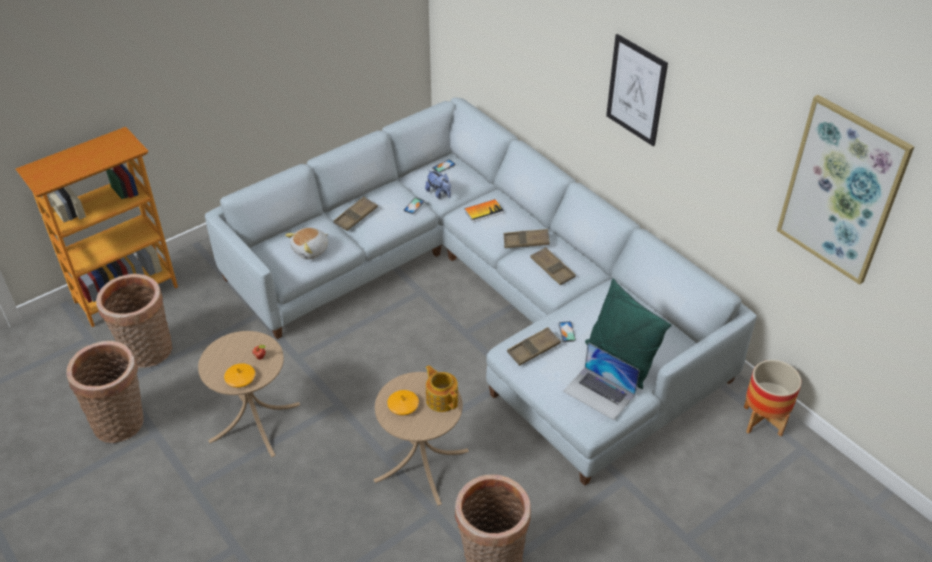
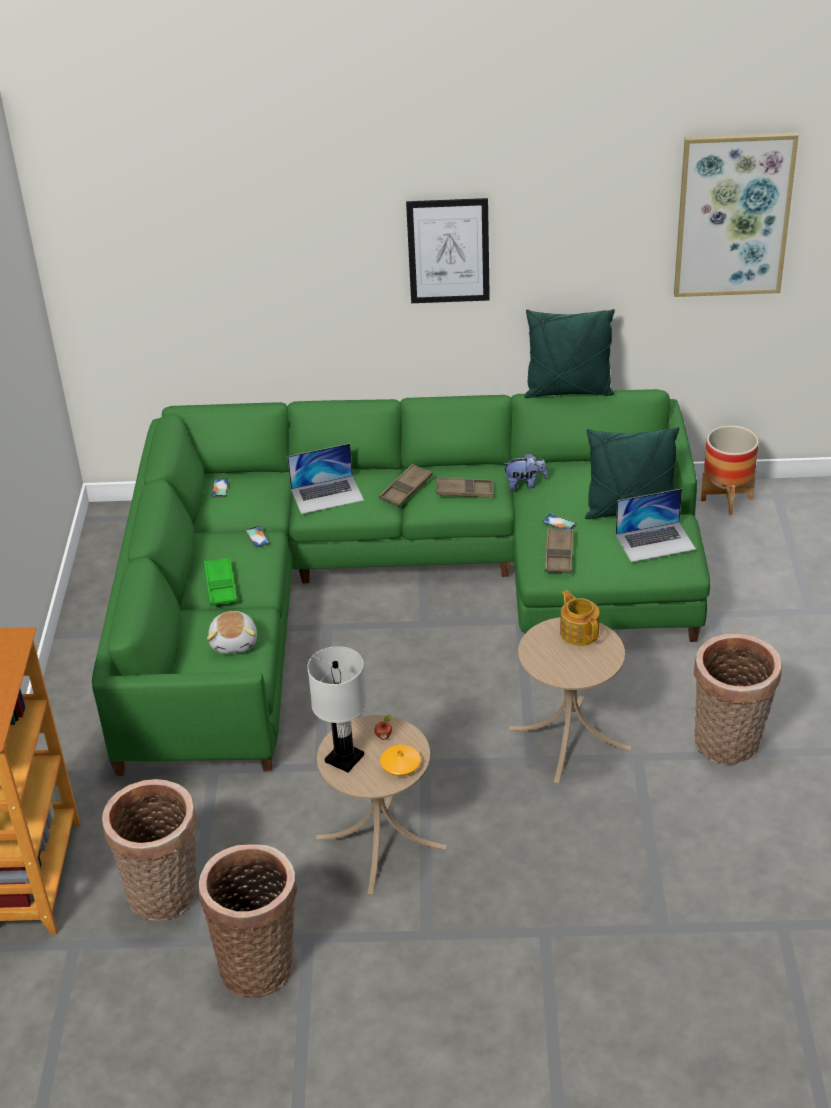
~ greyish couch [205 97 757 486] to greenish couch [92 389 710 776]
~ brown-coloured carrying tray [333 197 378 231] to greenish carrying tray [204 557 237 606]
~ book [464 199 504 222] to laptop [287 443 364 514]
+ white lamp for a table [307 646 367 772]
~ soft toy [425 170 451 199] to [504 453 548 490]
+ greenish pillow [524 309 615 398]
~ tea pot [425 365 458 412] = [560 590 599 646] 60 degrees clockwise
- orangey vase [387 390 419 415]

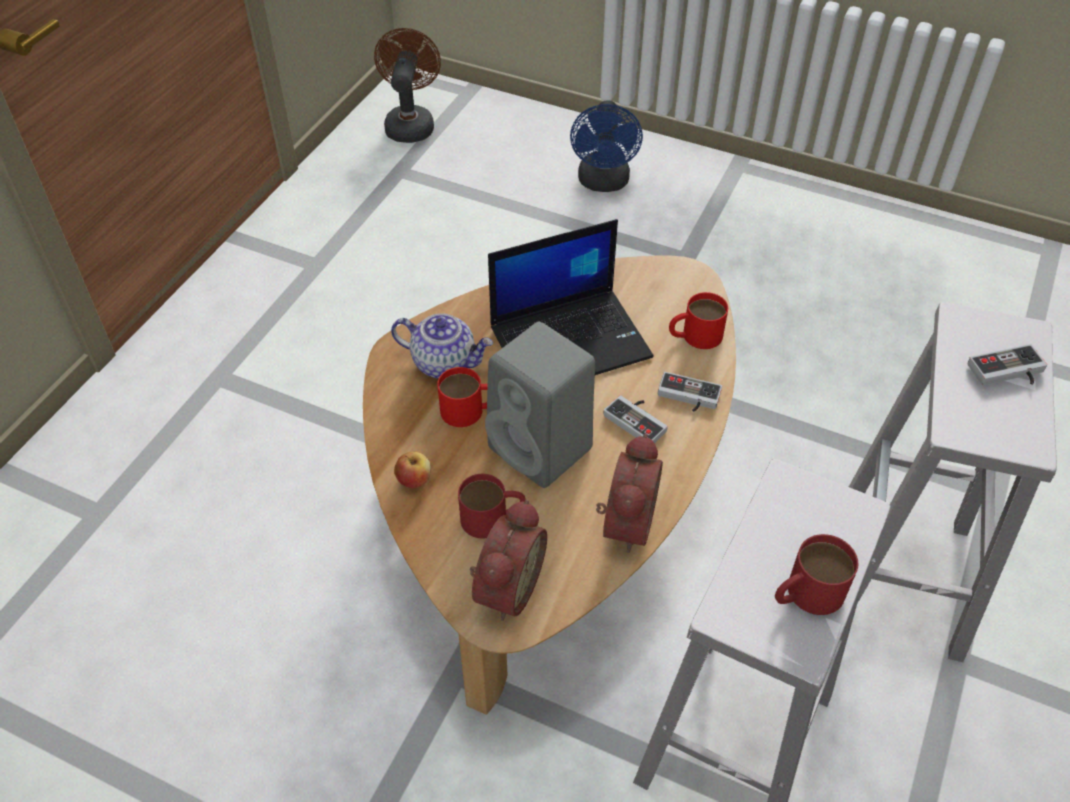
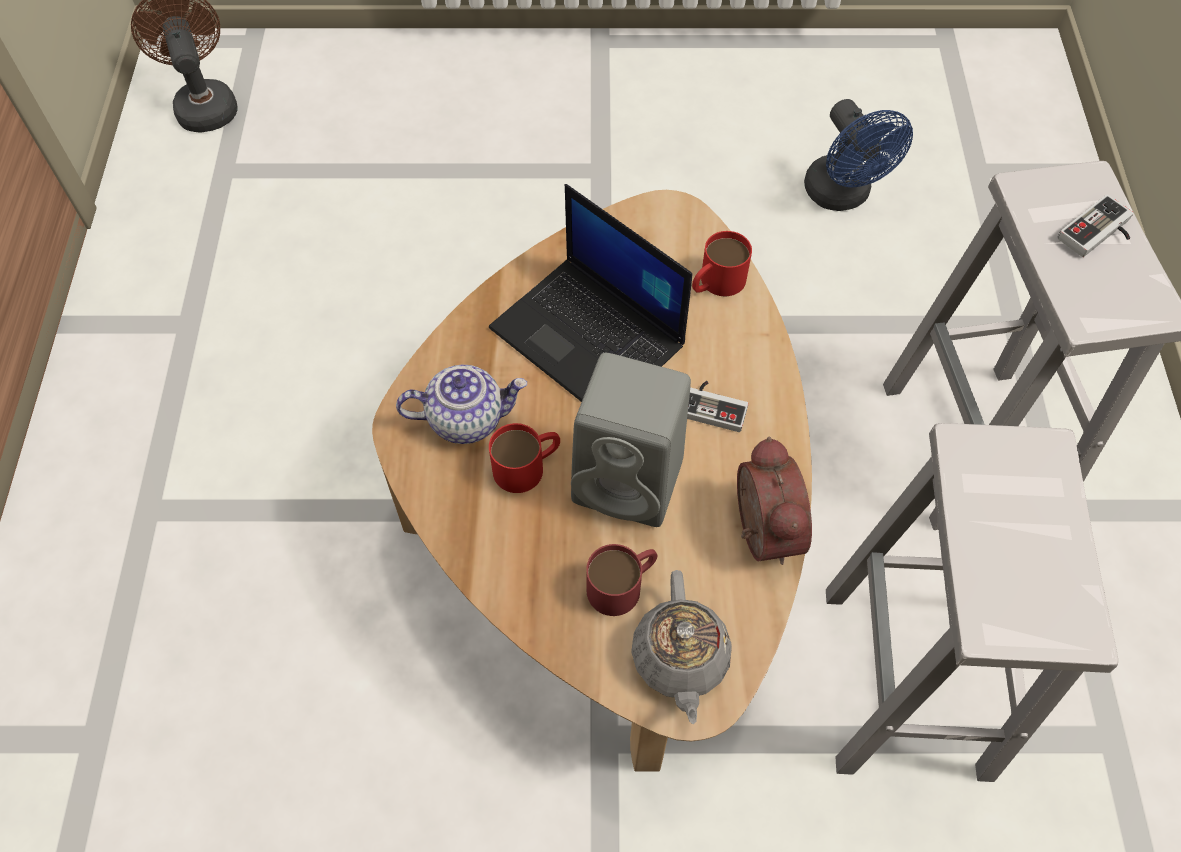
~ laptop [488 219 654 375] = [489 184 692 402] 90 degrees clockwise
~ bedside clock [470 499 547 621] to greyish tea pot [631 570 732 724]
~ bluish cooling fan [570 100 643 192] to [804 99 913 211]
- apple fruit [394 452 431 488]
- gamepad [658 372 722 412]
- reddish coffee mug [775 534 858 615]

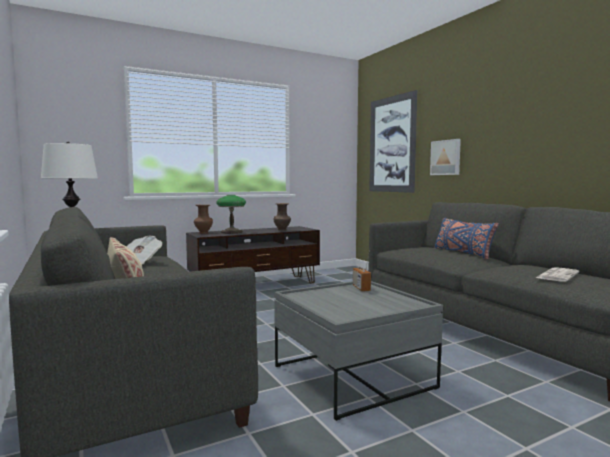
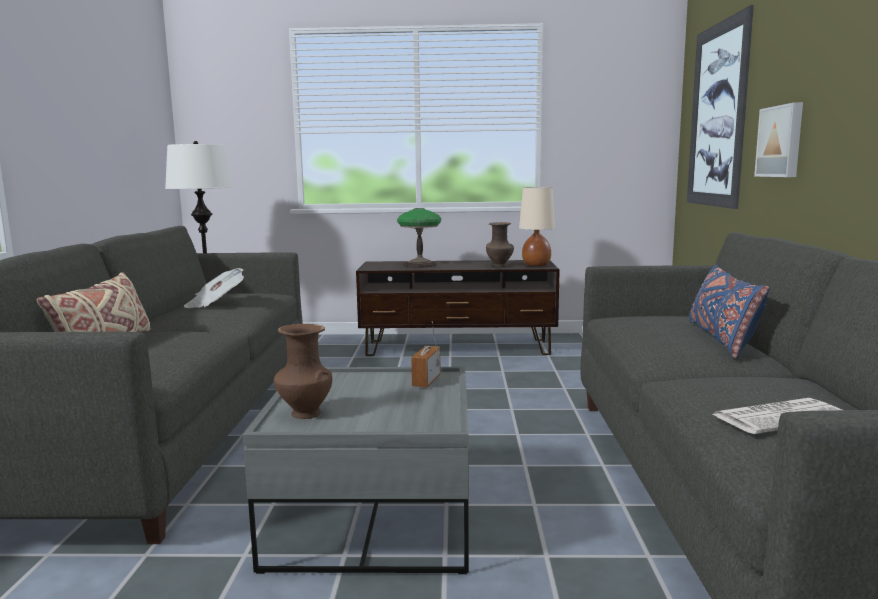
~ brown-coloured vase [194 205 213 234] to [274 324 333 419]
+ beige-coloured lamp for a table [519 187 555 267]

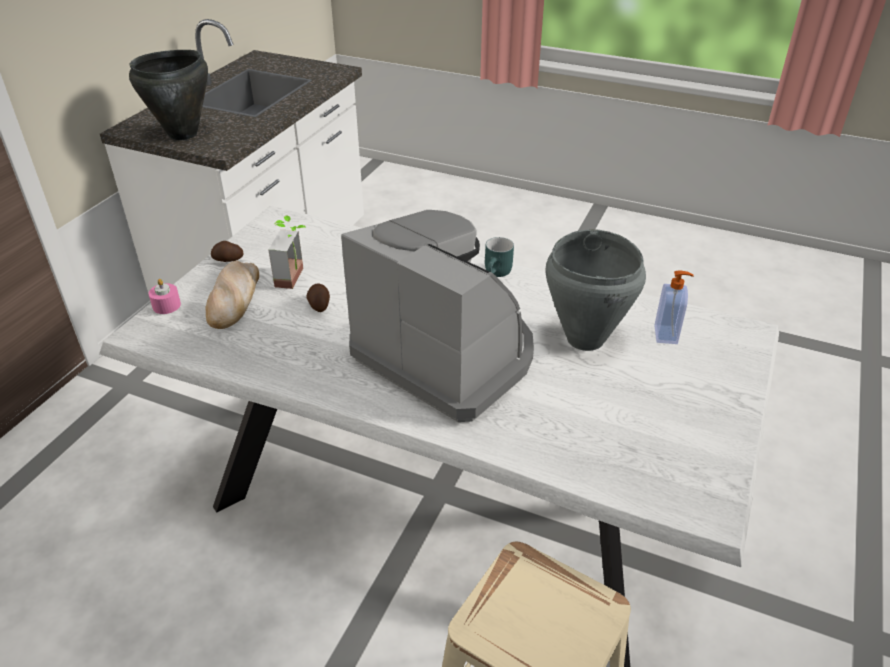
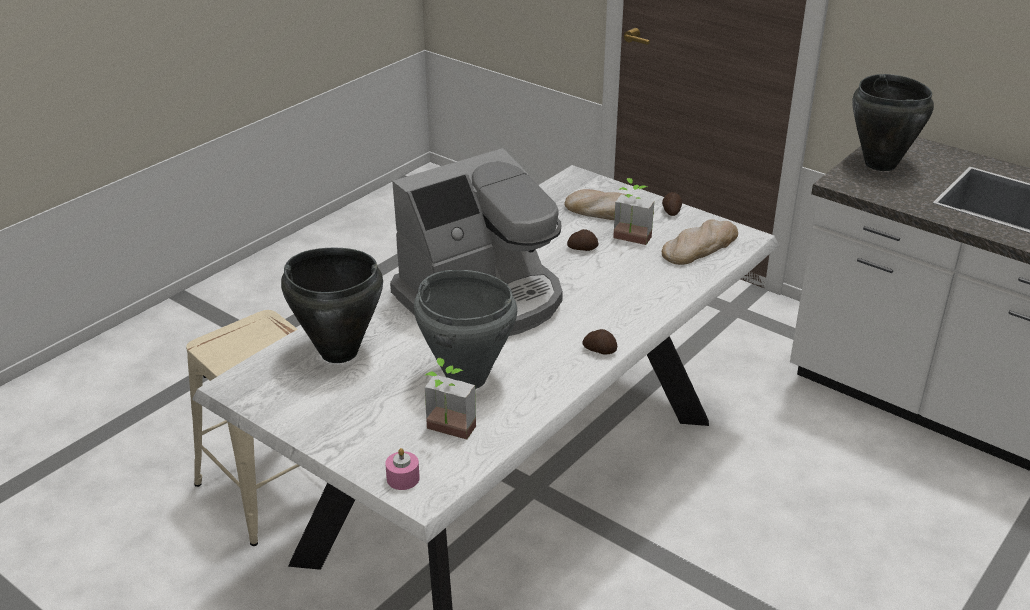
+ black-coloured cooking pot [281 248 383 363]
~ pinkish wax candle [148 279 181 314] to [385 448 420 490]
~ soap dispenser [655 271 694 344] to houseplant [425 358 476 440]
~ turquoise-coloured coffee mug [485 237 514 277] to potato [582 329 618 355]
+ bread [662 219 738 265]

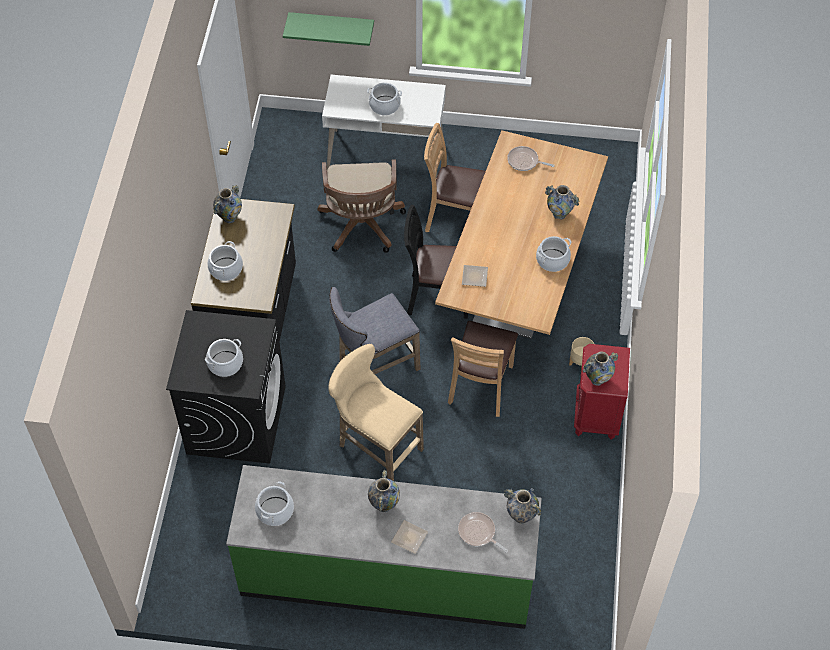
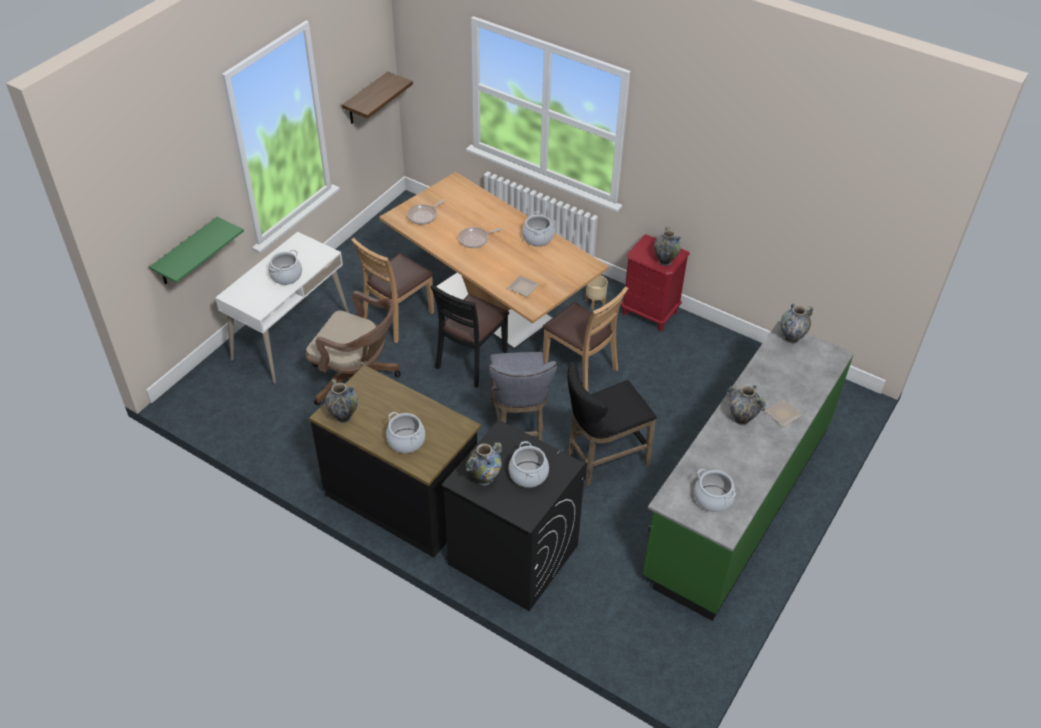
+ shelf [342 72 413 124]
~ frying pan [458 512 508 552] to [458 227 503 248]
~ vase [545 185 580 219] to [466 442 502 485]
~ beige-coloured stool seat [328 344 424 481] to black-coloured stool seat [567 362 657 486]

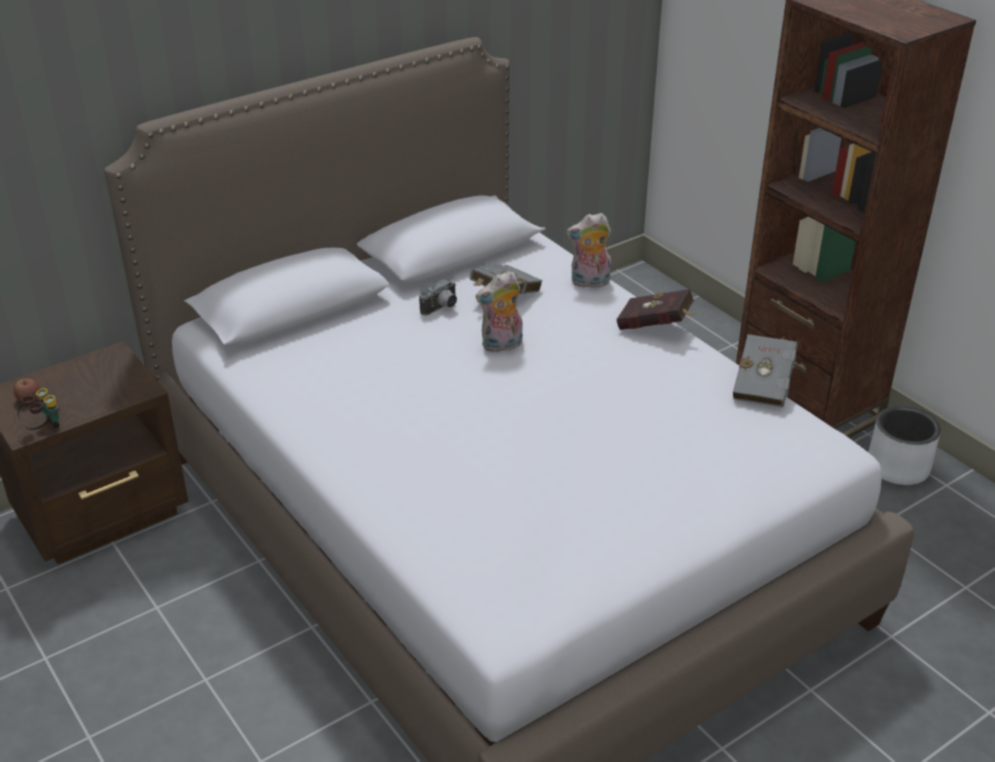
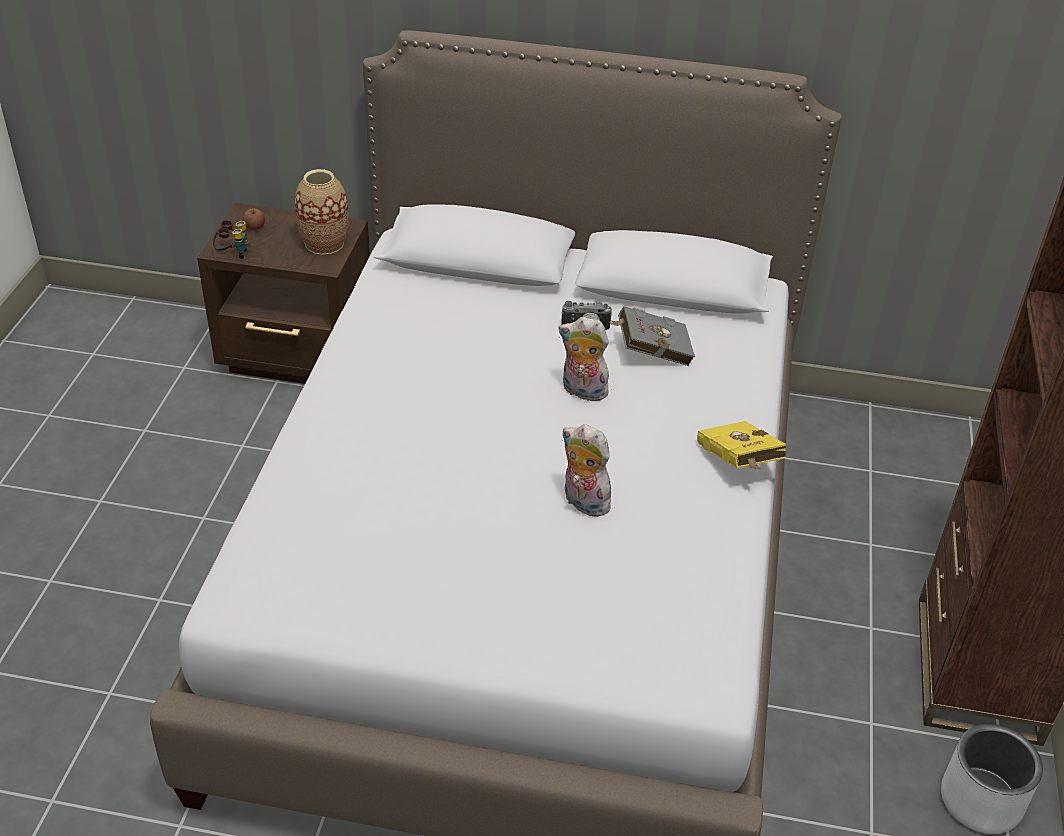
+ vase [295 169 349 255]
~ soft toy [566 213 611 288] to [562 424 617 517]
~ reddish book [616 289 696 330] to yellow-coloured book [697 421 786 470]
- greyish book [733 334 798 407]

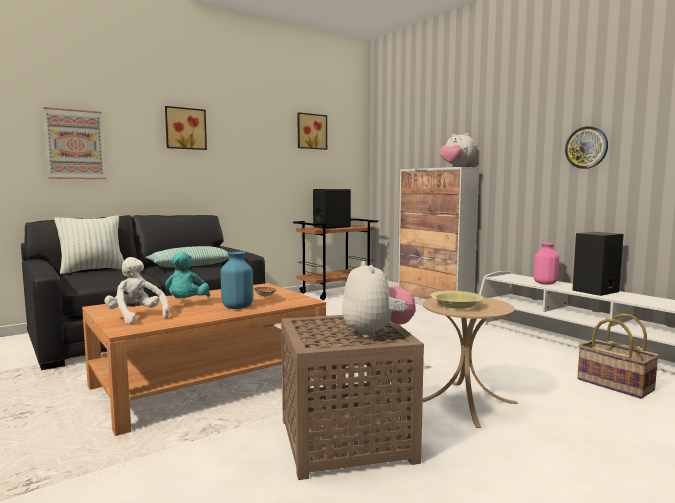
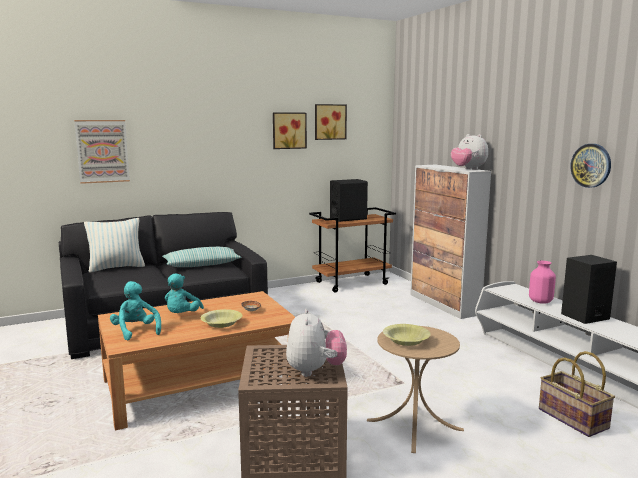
~ white soft toy [104 257 169 324] to turquoise-coloured soft toy [110 281 161 340]
~ bluish vase [221 252 253 309] to yellow-coloured deep dish [201 309 242 328]
~ picture [165 106 207 150] to [273 112 307 149]

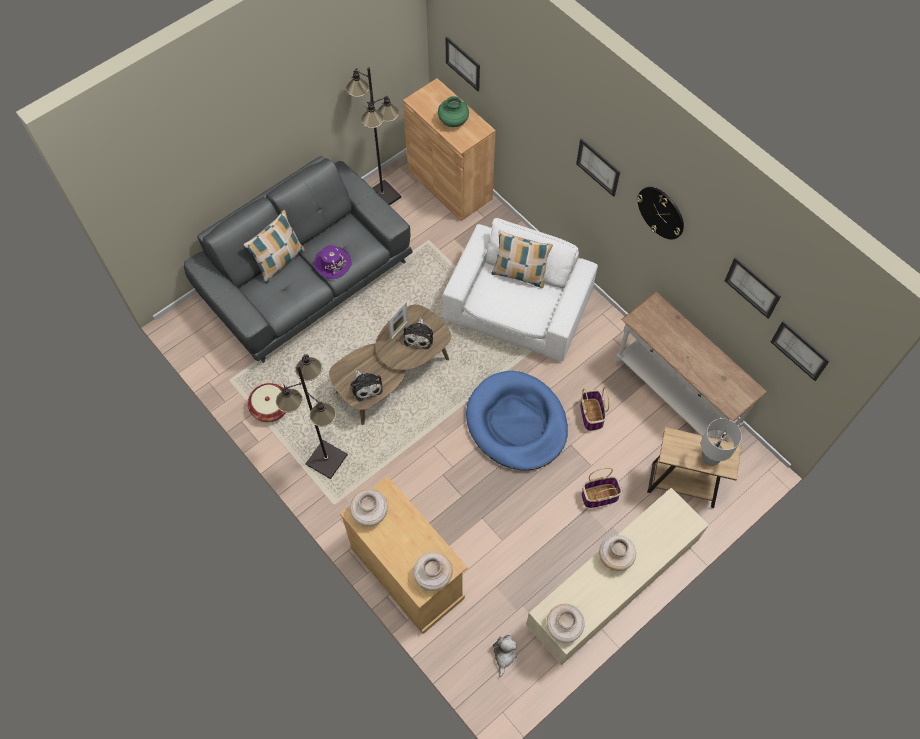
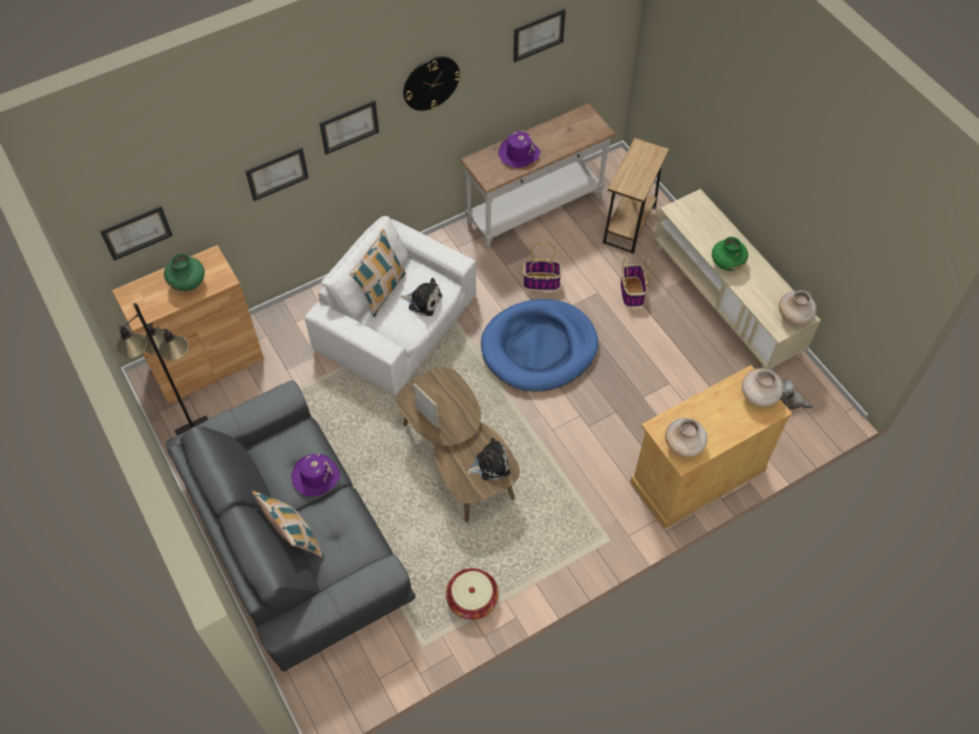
~ picture [771 321 830 381] to [245 147 309 201]
~ soft toy [403 317 433 349] to [400 278 442 316]
+ purple clothing hat [498 131 540 168]
~ beige-coloured vase [599 535 636 571] to greenish vase [712 237 748 271]
- black-coloured standard lamp [276 354 348 479]
- greyish lamp for a table [701 418 742 466]

